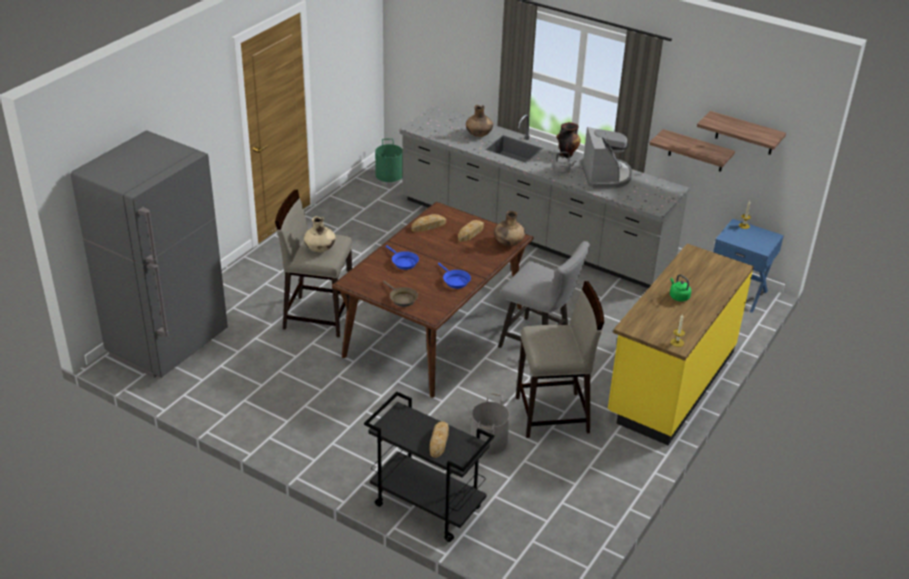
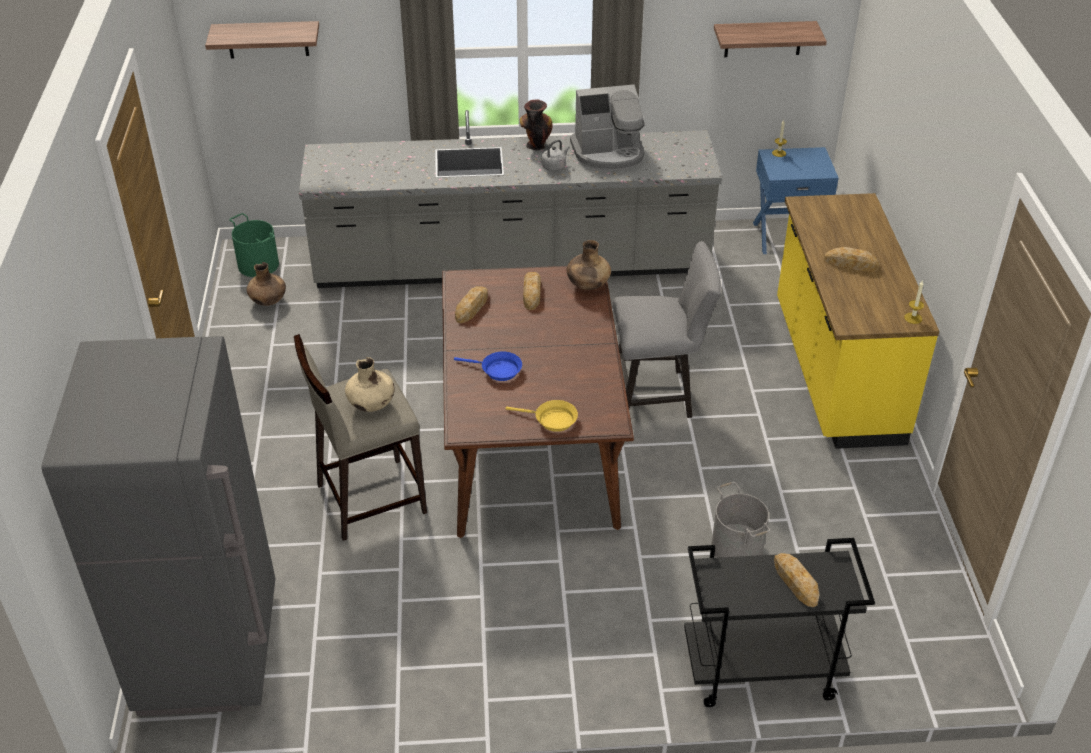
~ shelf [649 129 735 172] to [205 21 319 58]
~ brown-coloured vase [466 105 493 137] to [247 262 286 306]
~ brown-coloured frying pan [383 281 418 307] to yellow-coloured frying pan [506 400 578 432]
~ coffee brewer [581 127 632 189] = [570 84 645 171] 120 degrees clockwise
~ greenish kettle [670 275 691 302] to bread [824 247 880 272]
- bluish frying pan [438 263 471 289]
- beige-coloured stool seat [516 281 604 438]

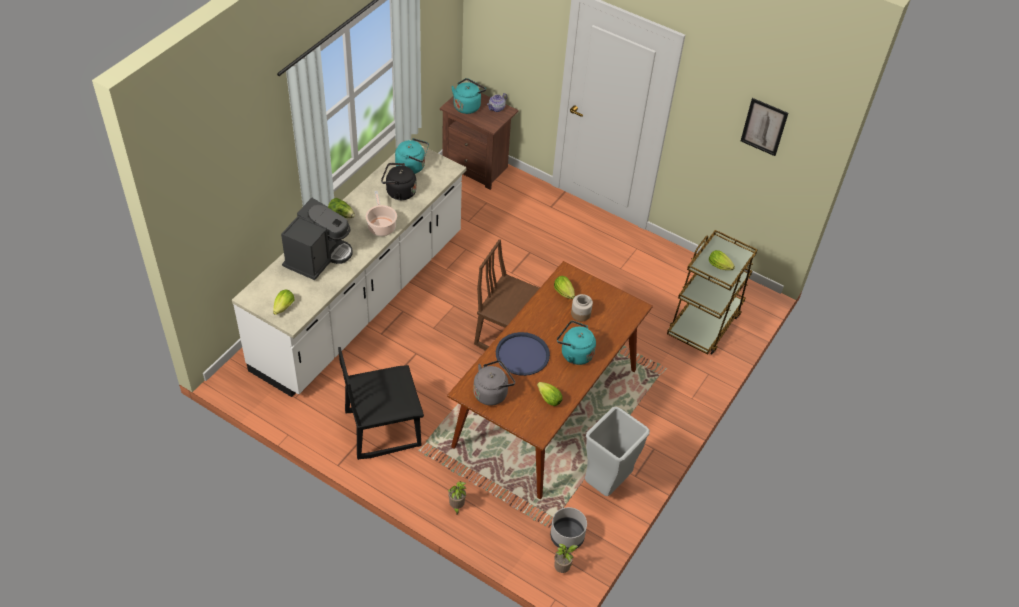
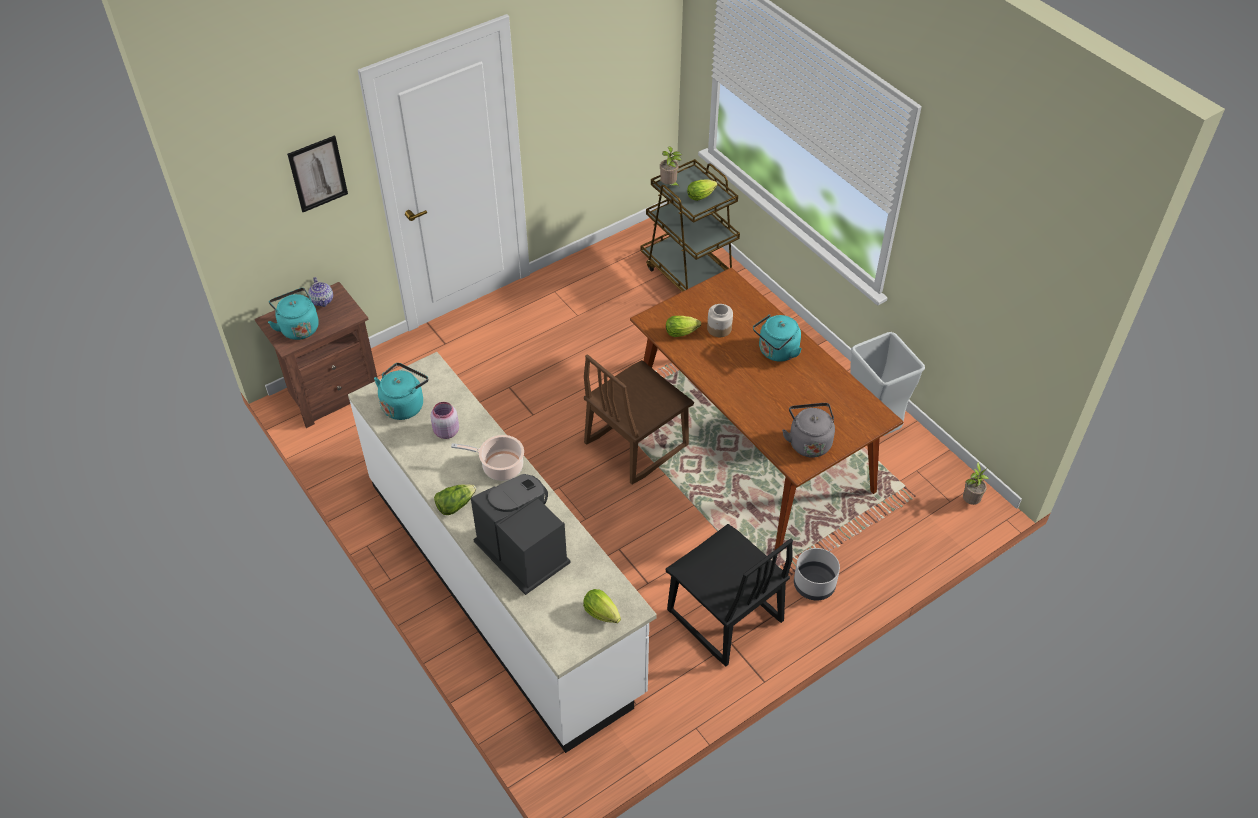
~ picture [741 98 788 156] to [287 135 348 212]
~ black-coloured kettle [381 163 417 200] to pinkish storage jar [430 402 459 439]
~ houseplant [448 481 466 516] to [660 146 682 186]
~ black-coloured upright chair [338 347 424 460] = [666 524 793 667] 45 degrees counterclockwise
~ greyish planter [550 507 587 549] to [794 548 840 601]
- bluish carrying tray [496 332 550 376]
- lettuce head [537 382 562 406]

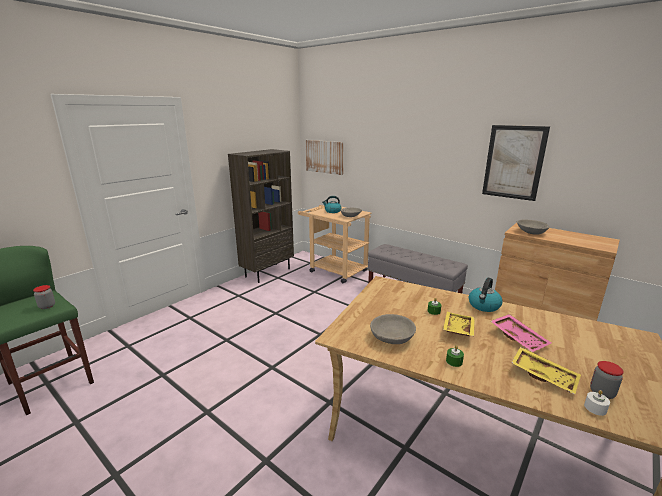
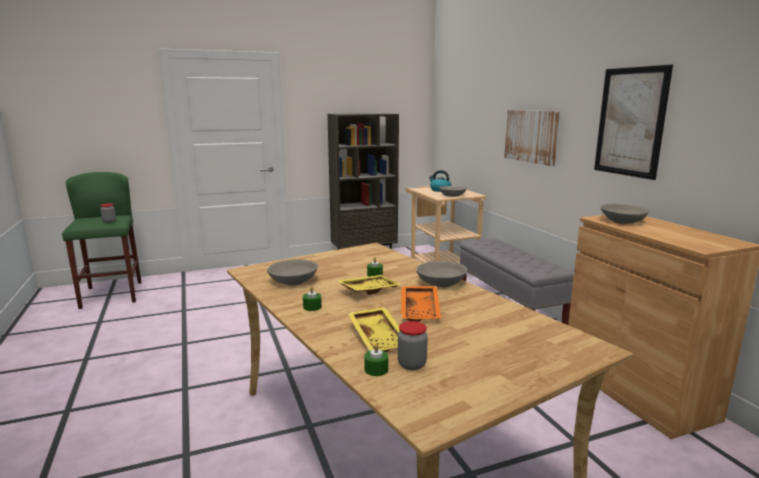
~ white wax candle [584 390 610 416] to greenish wax candle [364 344 388 376]
~ pinkish carrying tray [491 314 551 352] to orangey carrying tray [401 286 441 322]
~ kettle [469 278 503 312] to greyish deep dish [416 261 468 287]
~ picture [306 140 343 175] to [504 110 560 166]

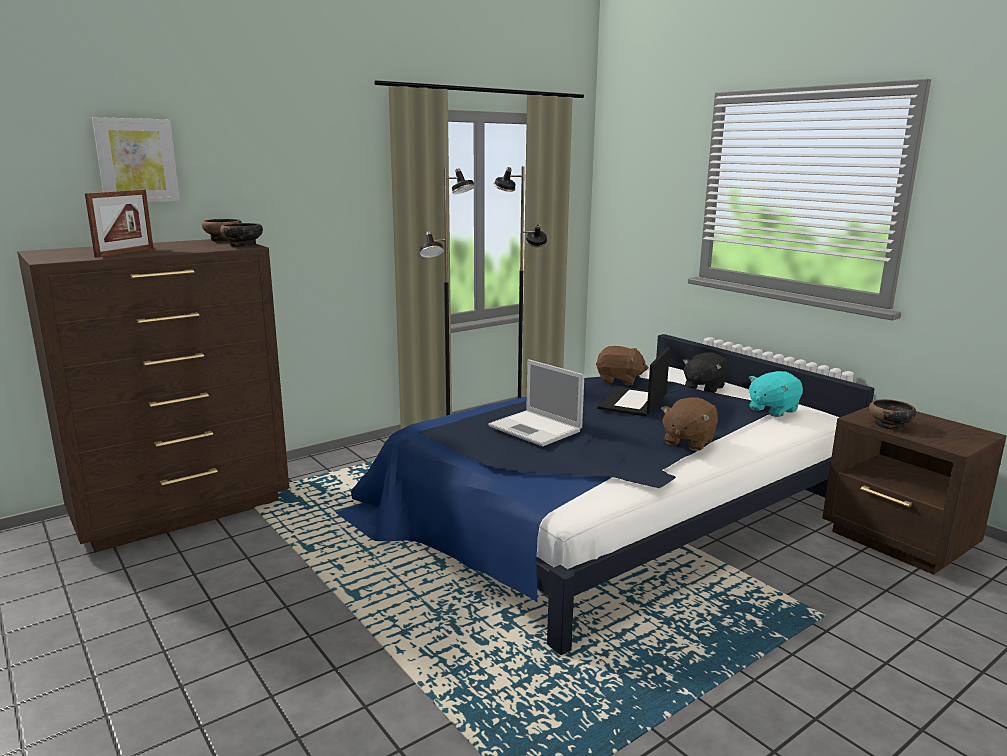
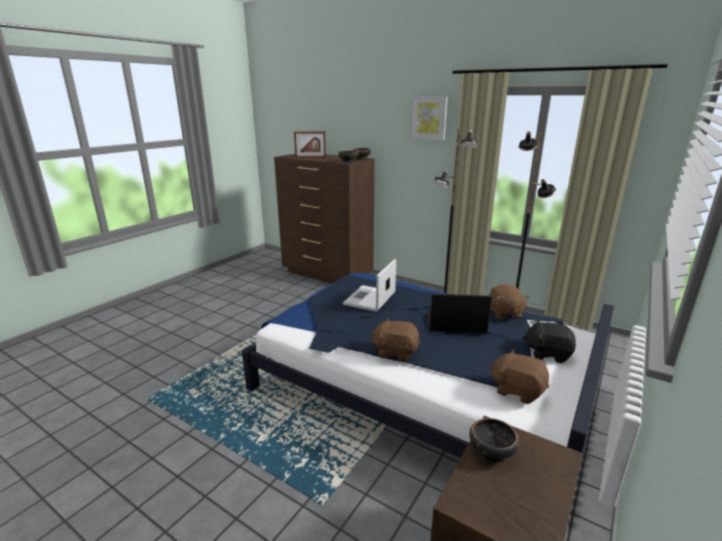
~ picture [92 117 180 202] to [412 96 447 140]
~ turquoise-coloured soft toy [749 371 803 417] to brown-coloured soft toy [490 349 549 404]

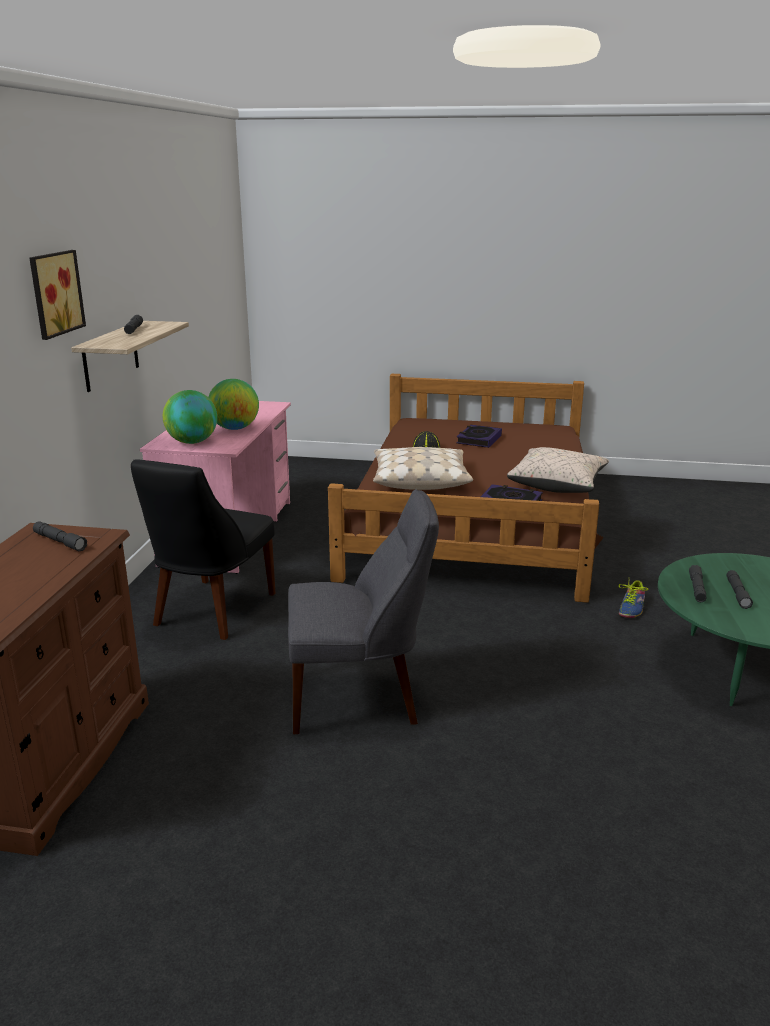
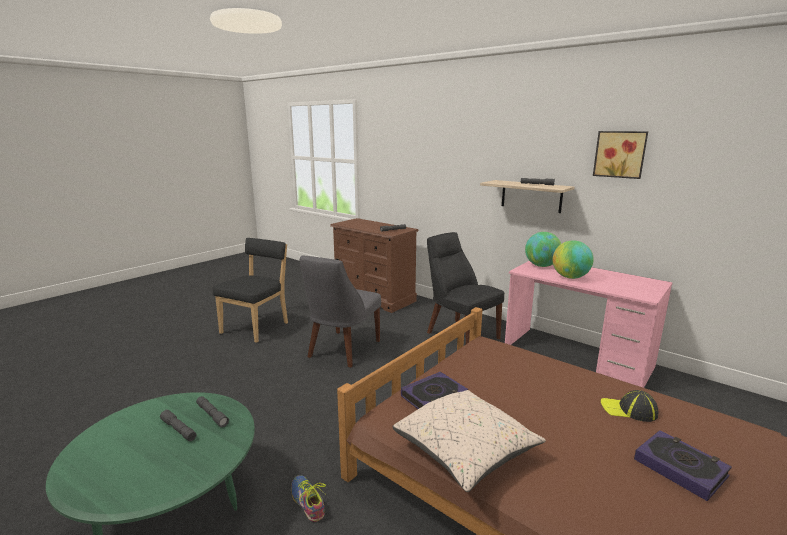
+ black-coloured upright chair [213 238 288 343]
~ picture [29 250 86 340] to [593 131 648 179]
- beige-coloured pillow [373 447 473 490]

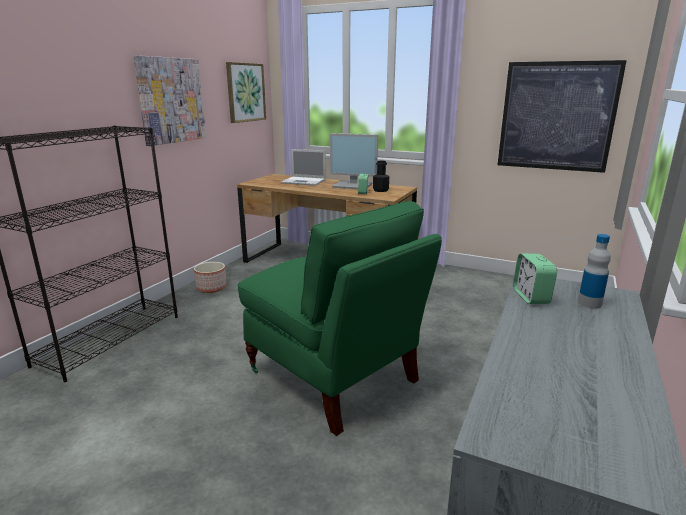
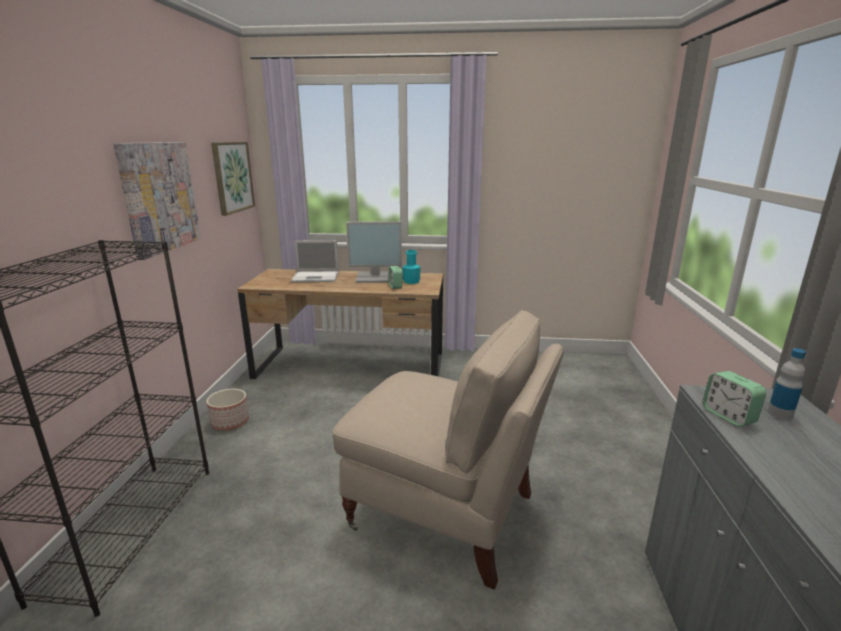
~ greenish upright chair [237 200 442 436] to beige-coloured upright chair [332 310 564 590]
~ black-coloured bottle [373 161 389 192] to turquoise-coloured bottle [403 250 420 284]
- picture [498 60 627 173]

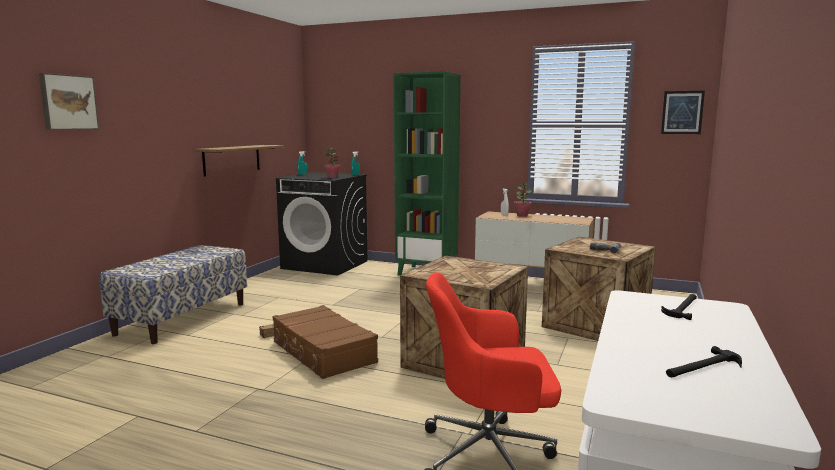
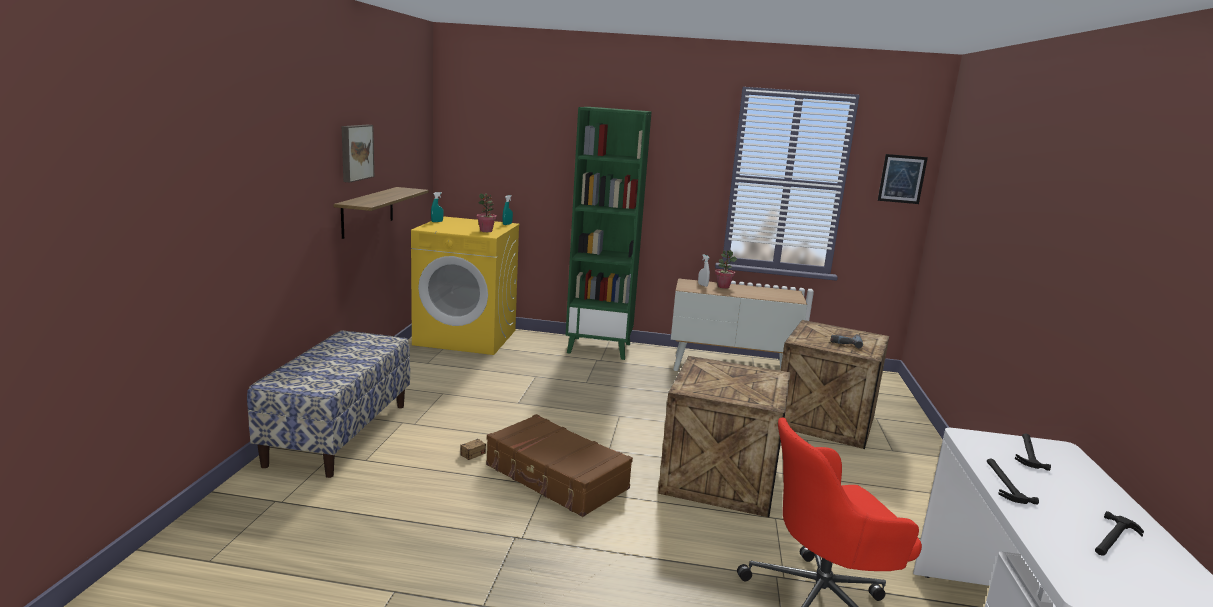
~ picture [39 73 99 130] to [342 125 374 183]
~ black-coloured washing machine [276 172 367 275] to yellow-coloured washing machine [411 216 520 355]
+ tool hammer [987 459 1039 504]

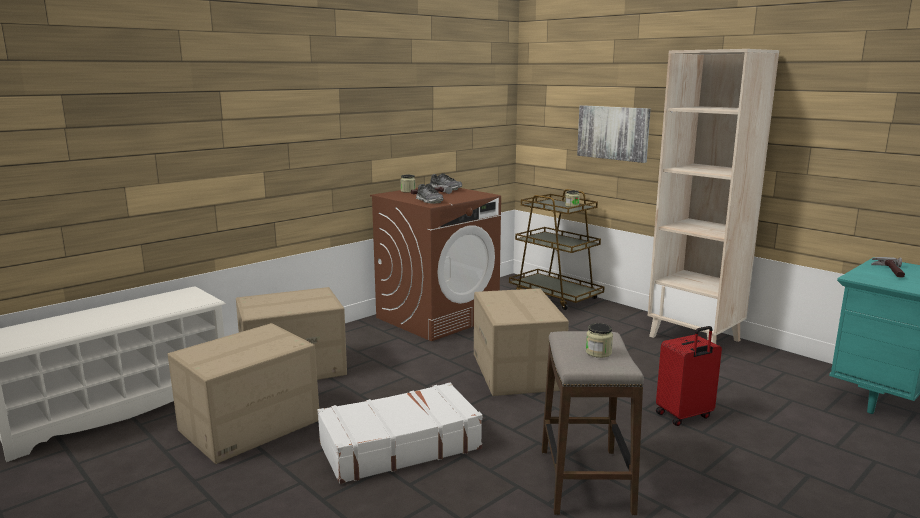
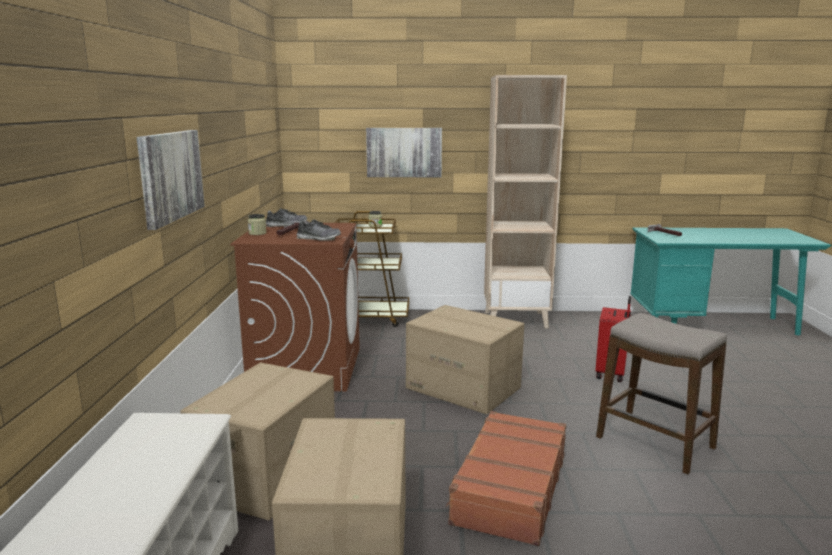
+ picture [137 130 205 230]
~ white suitcase [318 382 482 484] to brown-coloured suitcase [446 411 566 546]
- storage jar [586 323 613 358]

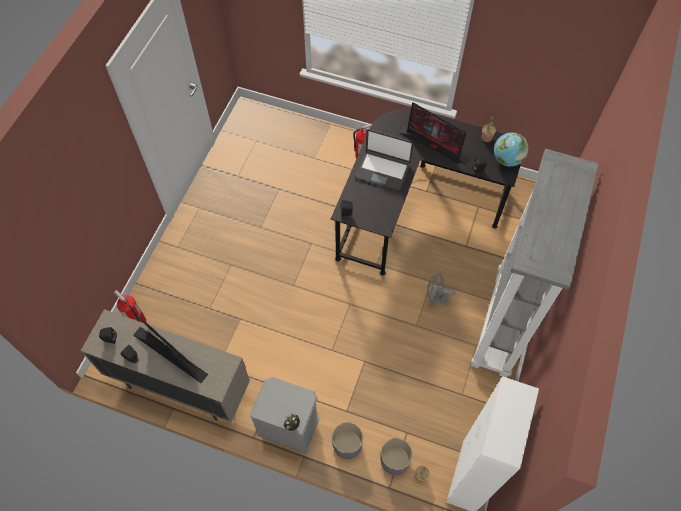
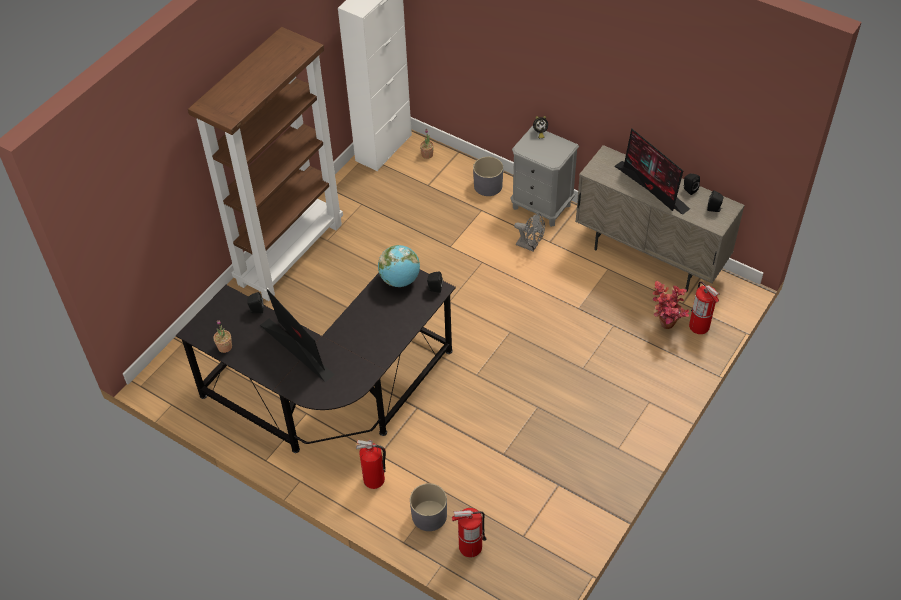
~ greyish bookcase [471 149 599 378] to brown-coloured bookcase [188 27 343 301]
~ desk globe [494 133 528 167] to [378 245 420 287]
~ greyish planter [381 438 413 475] to [410 483 447 531]
+ fire extinguisher [452 508 487 557]
~ greyish cooling fan [427 273 455 305] to [514 213 545 252]
+ houseplant [653 281 689 329]
- laptop [355 129 413 190]

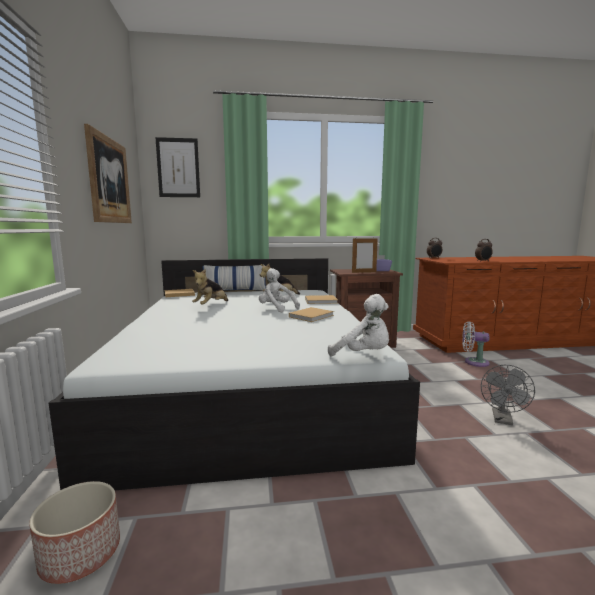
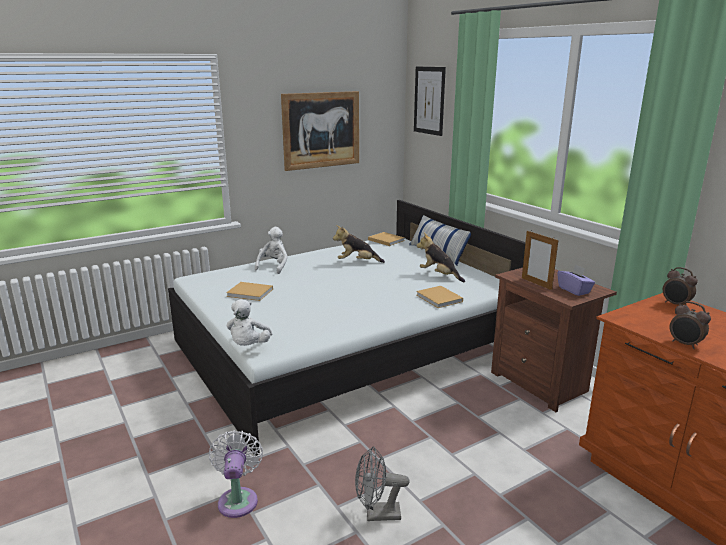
~ white cooling fan [462 321 490 367] to [209 430 263 518]
~ beige-coloured book [289 307 334 322] to [226 282 273 301]
~ white soft toy [259 268 300 312] to [255 227 288 274]
- planter [29 481 120 584]

